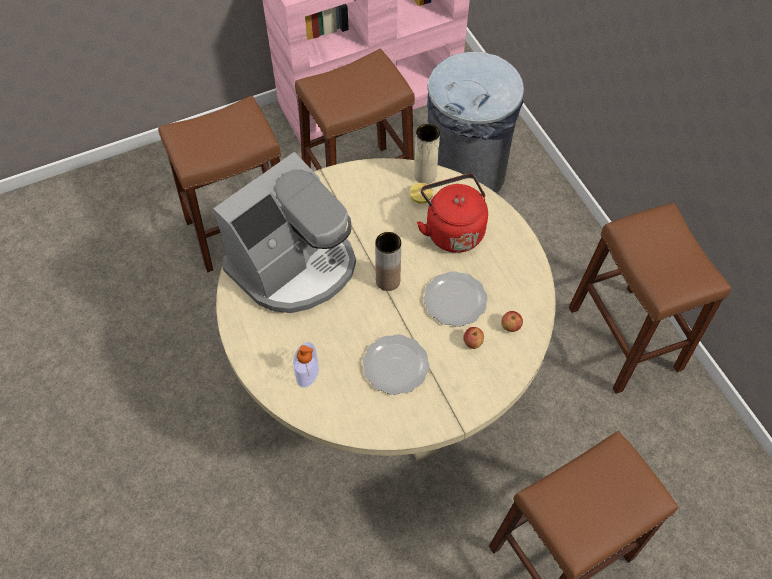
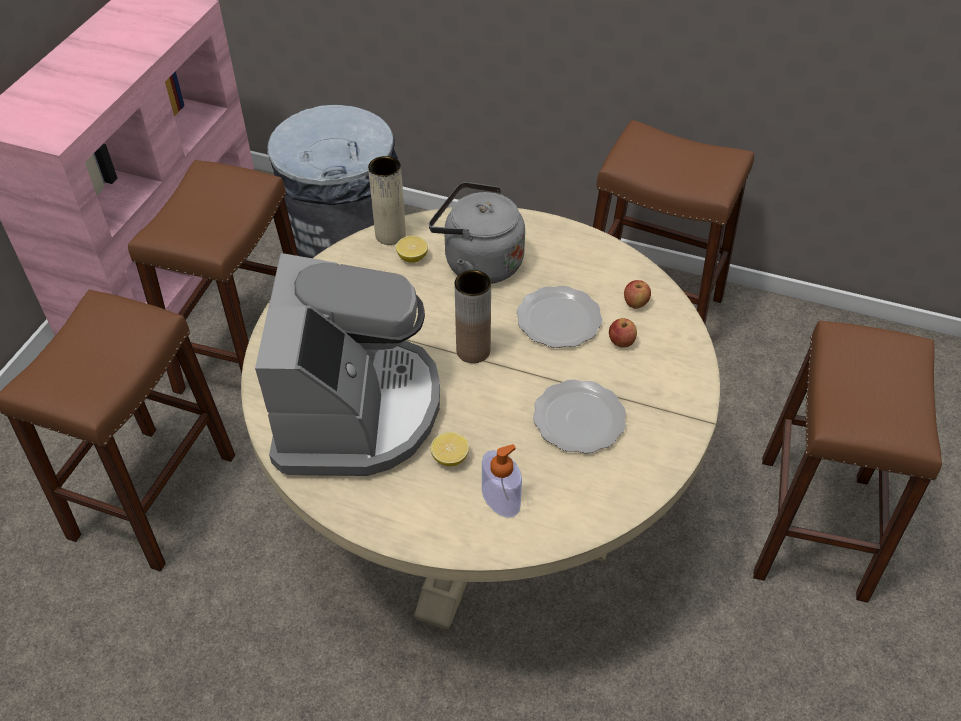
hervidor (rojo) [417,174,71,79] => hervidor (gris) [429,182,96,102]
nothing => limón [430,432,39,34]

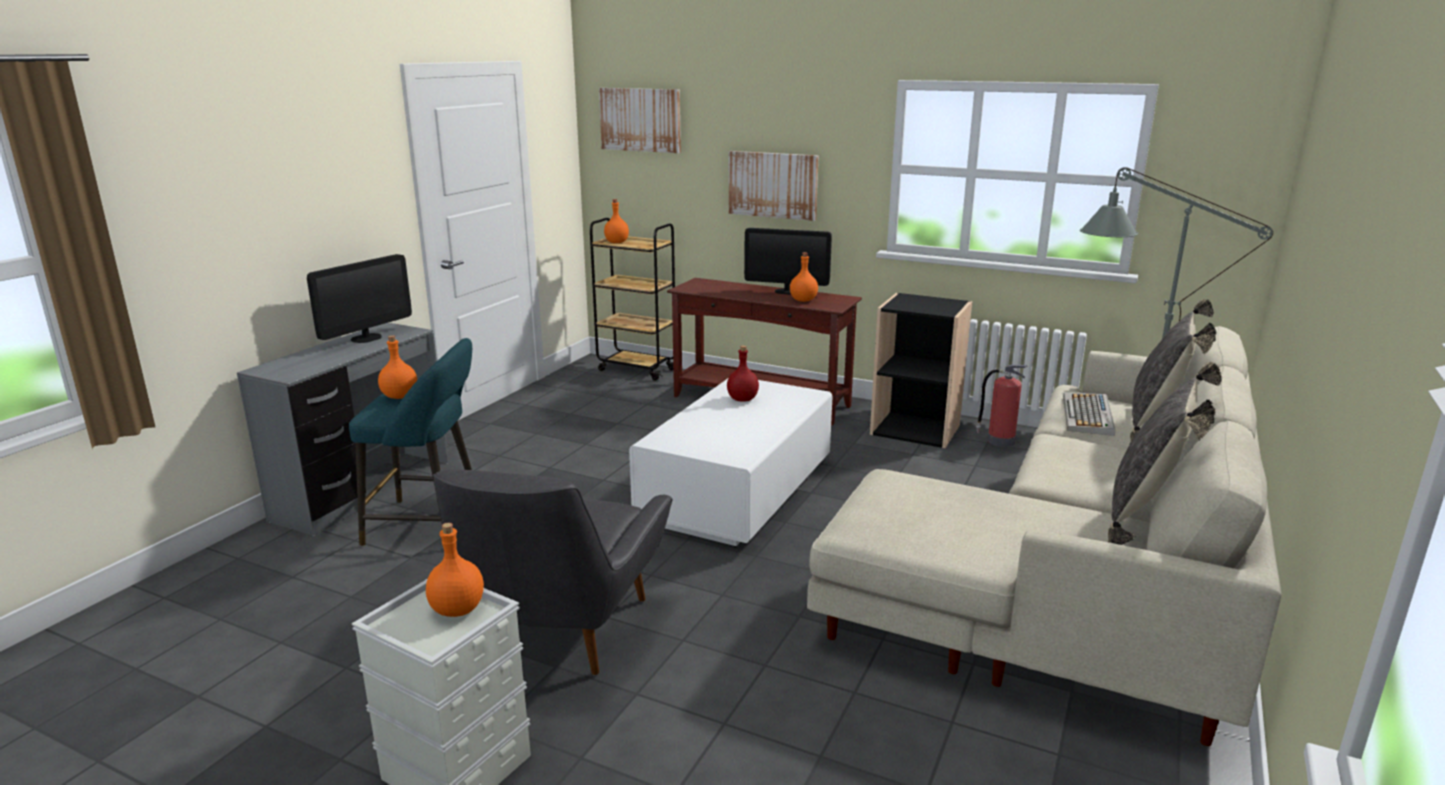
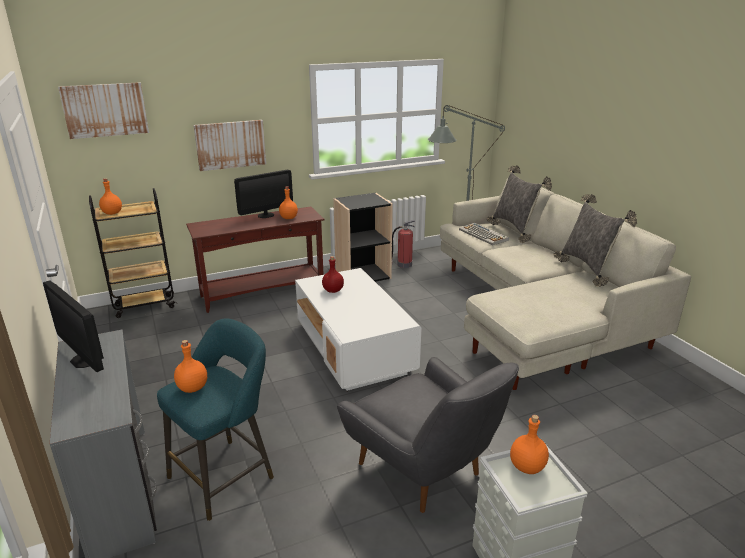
monitor [307,254,105,89] => monitor [43,280,61,92], 150 degrees clockwise

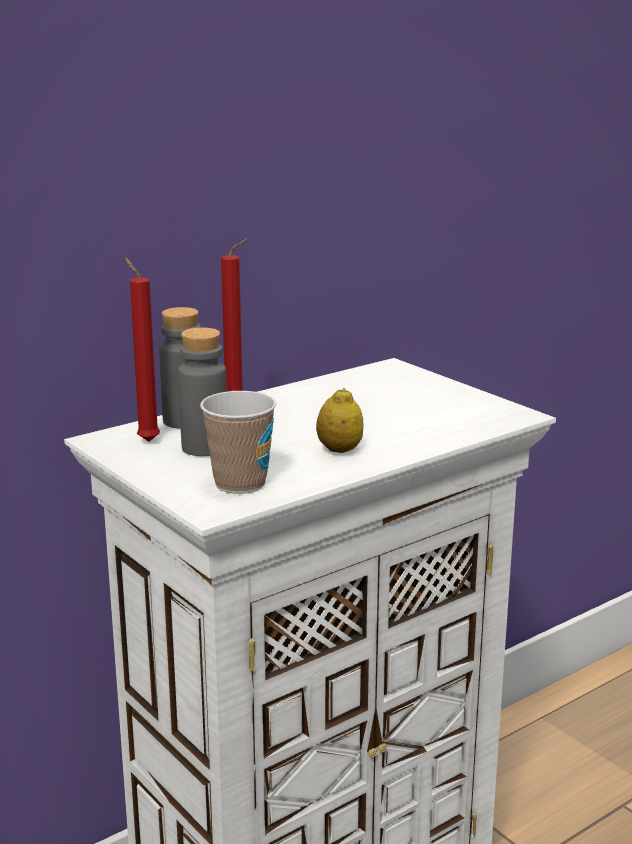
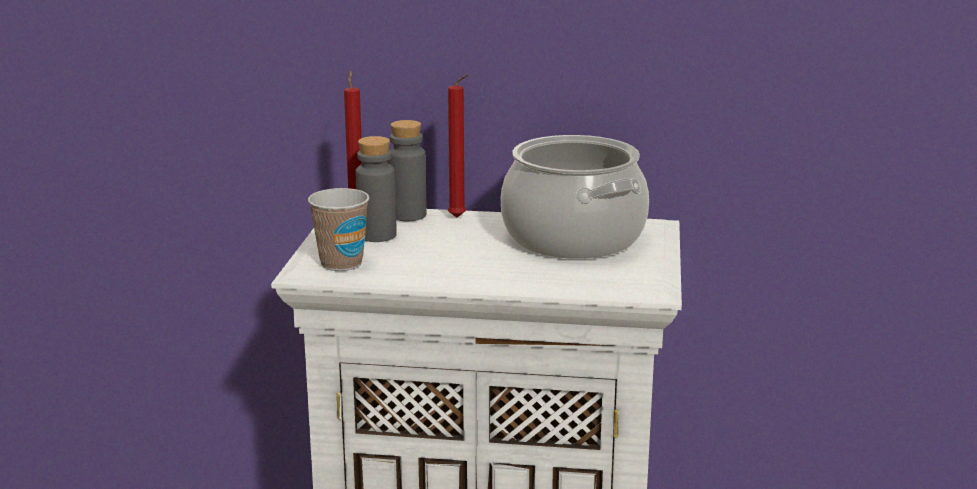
nothing => olla [501,135,148,124]
limón [316,388,48,65] => nothing

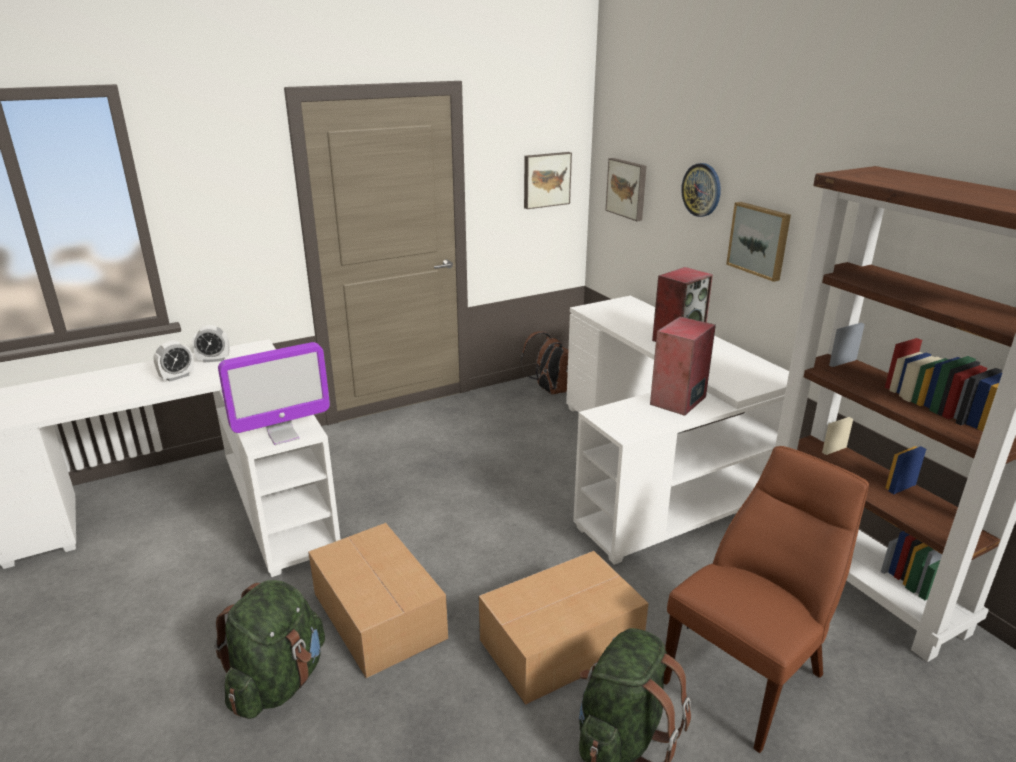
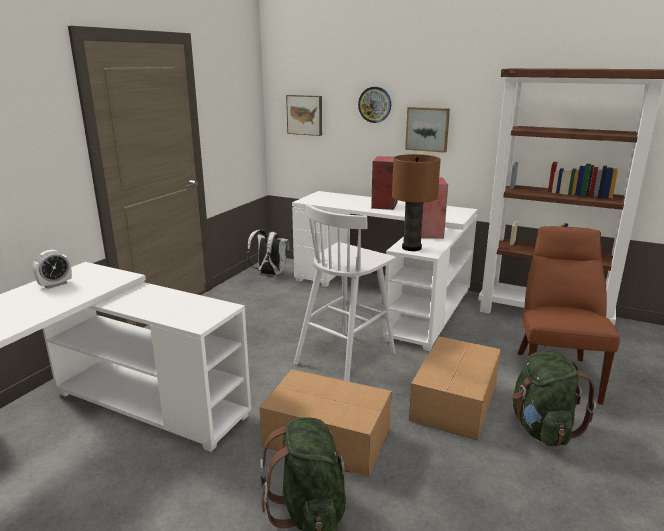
mochila (marrón) [521,332,47,62] => mochila (blanco) [247,230,43,45]
nothing => taburete (blanco) [294,203,102,179]
nothing => lámpara de mesa (marrón) [392,154,49,97]
despertador [153,340,41,42] => nothing
monitor [218,342,112,103] => nothing
cuadro [524,152,48,57] => nothing

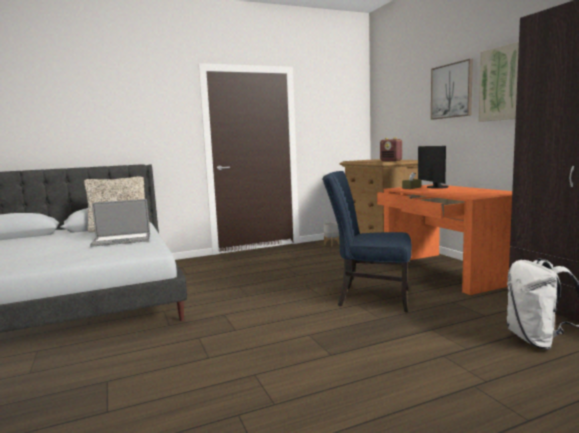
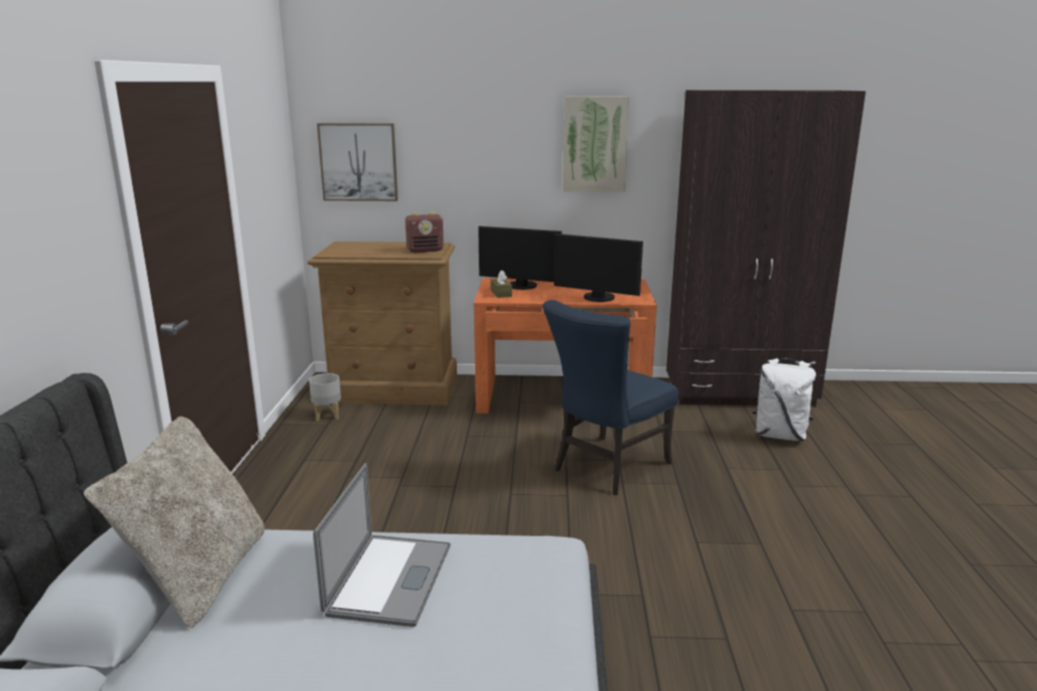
cuadro [431,59,42,60] => cuadro [317,123,81,78], relocated
nothing => monitor [554,234,89,68]

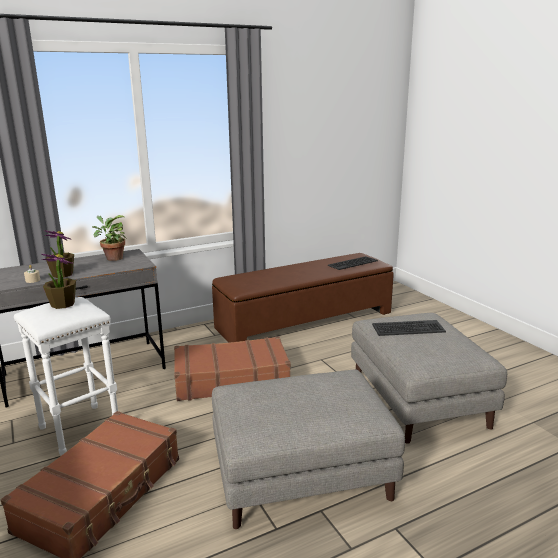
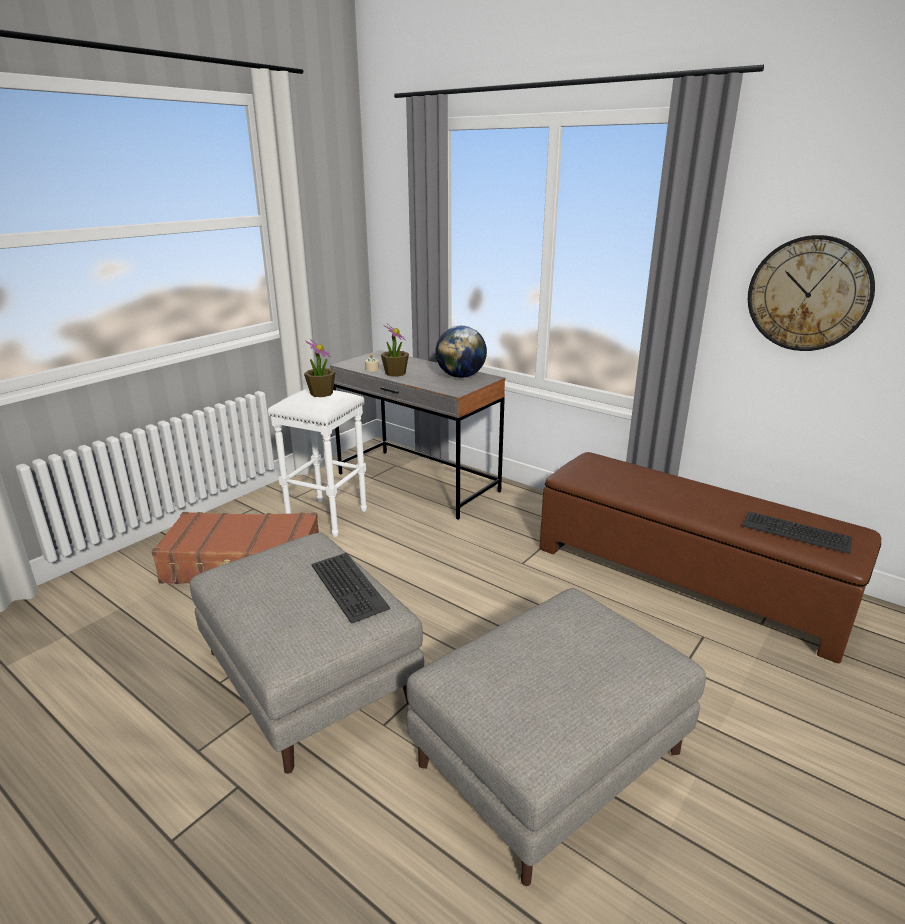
teclado [372,320,74,16] => teclado [312,553,78,71], relocated
planta en maceta [92,215,35,46] => globo terráqueo [435,326,52,52]
nothing => reloj de pared [748,235,127,116]
maleta (marrón) [174,336,117,65] => nothing

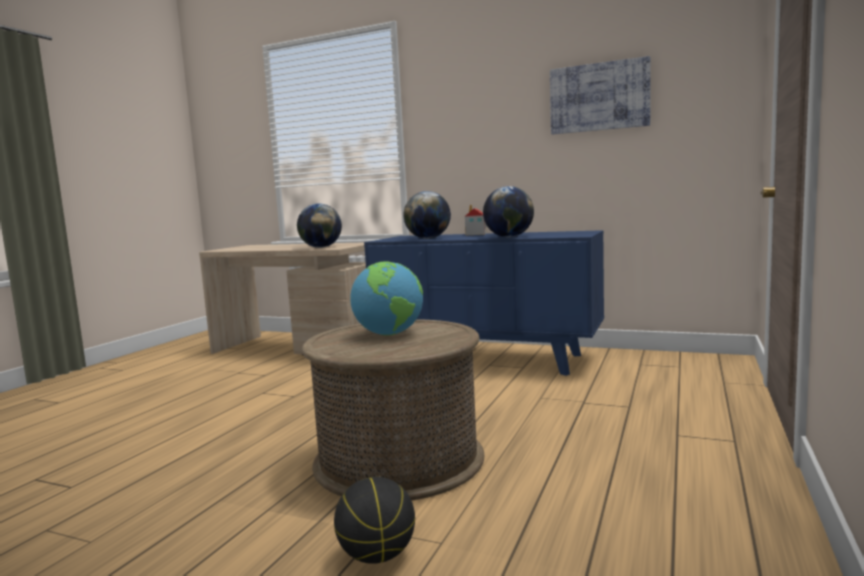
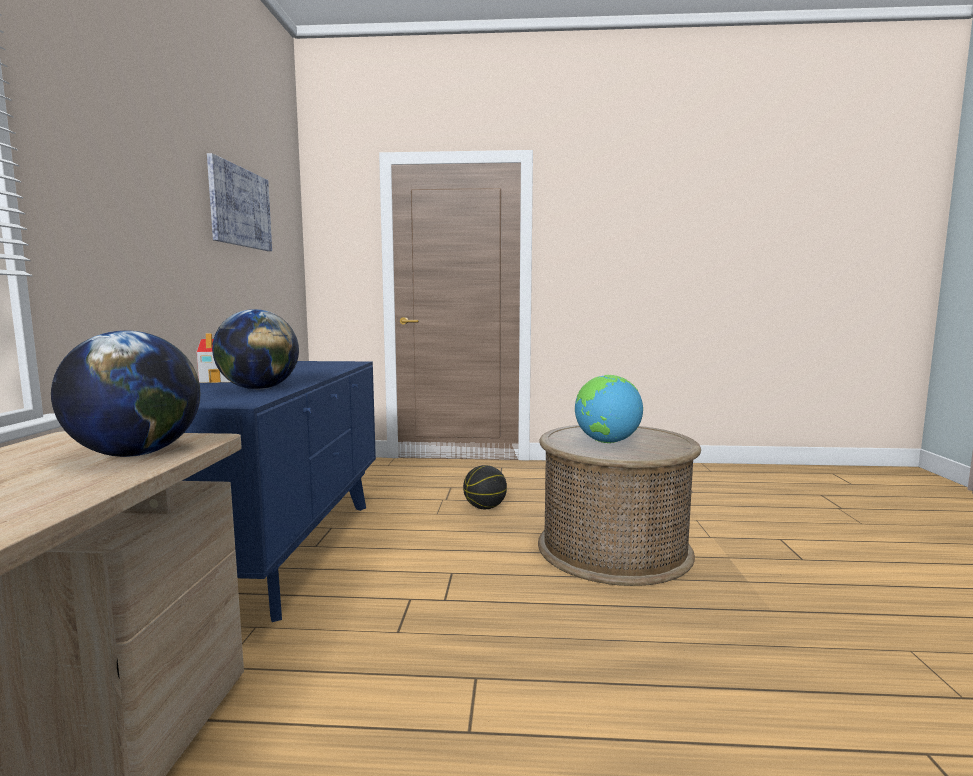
balón de baloncesto [334,477,81,87] => balón de baloncesto [463,465,44,44], relocated
globo terráqueo [483,186,51,51] => nothing

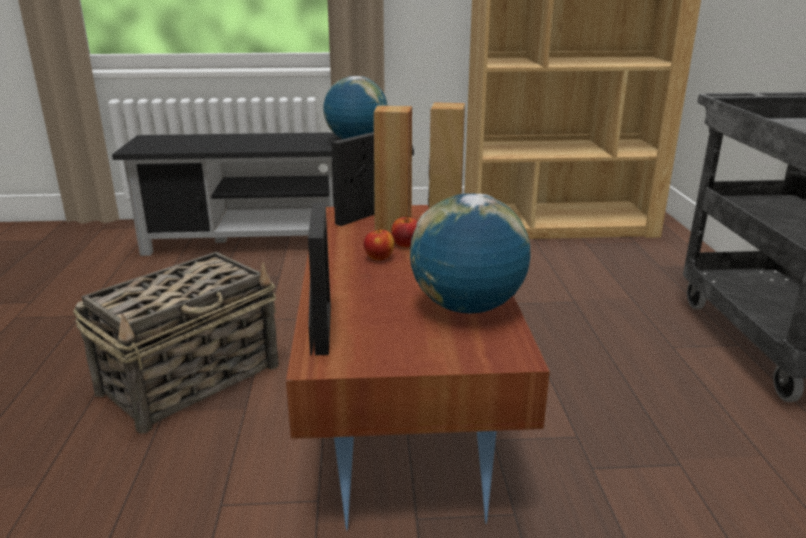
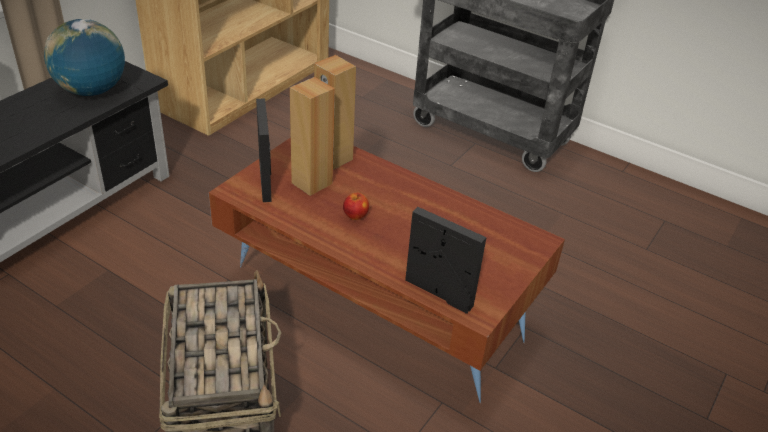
manzana [391,215,27,32] => nothing
globo terráqueo [410,193,121,120] => nothing

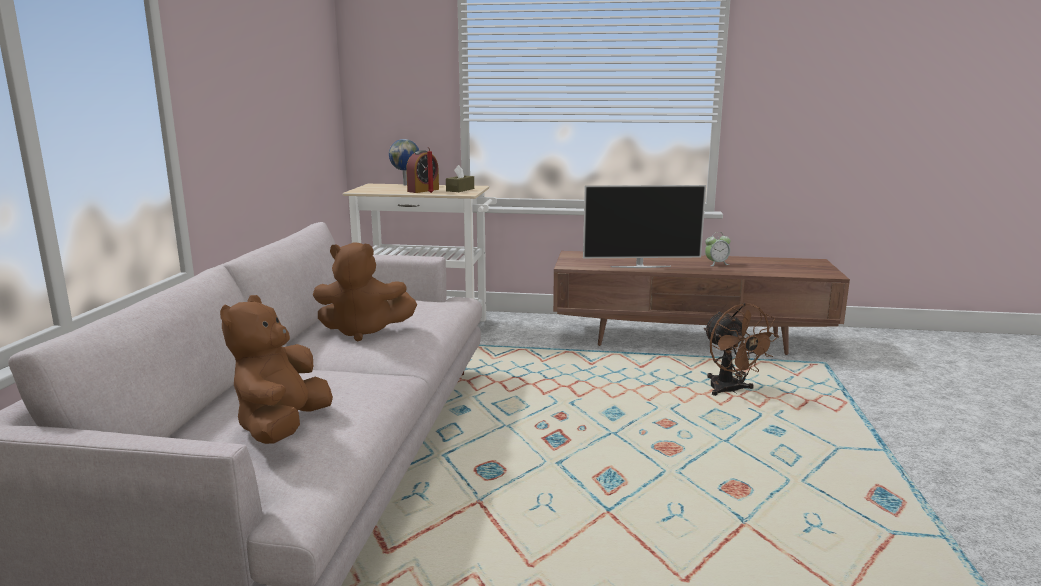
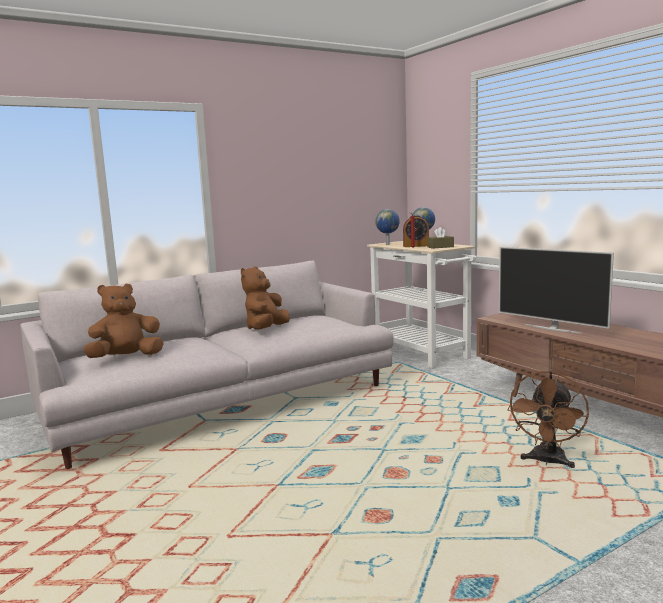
peluche (marrón) [313,242,104,100] => peluche (marrón) [241,267,49,63], 60 degrees clockwise
nothing => globo terráqueo [375,209,25,36]
despertador [705,232,26,34] => nothing

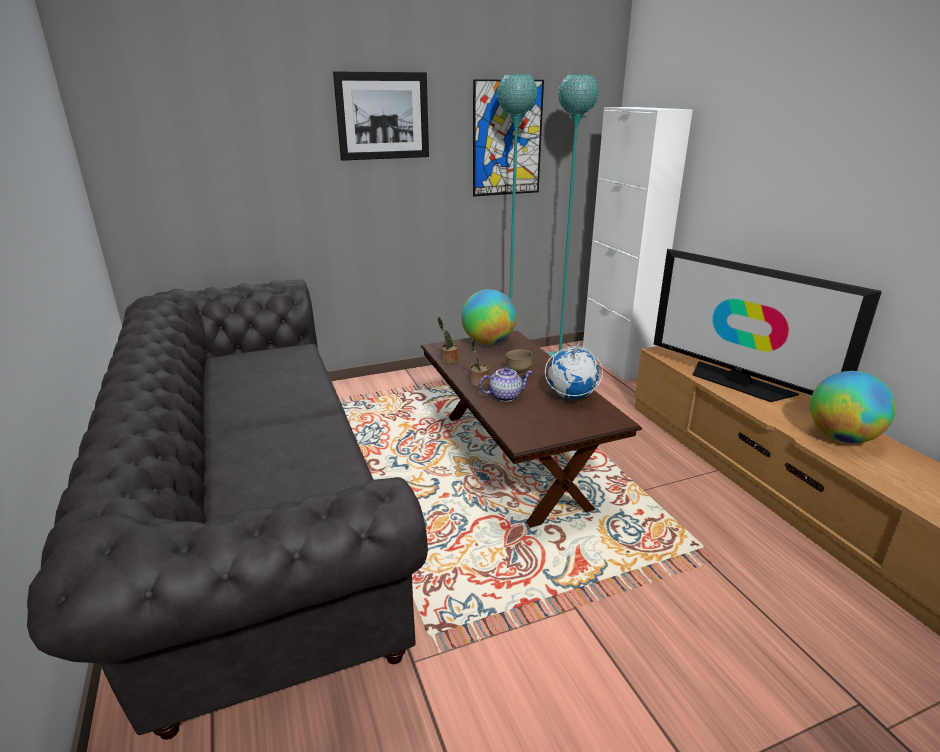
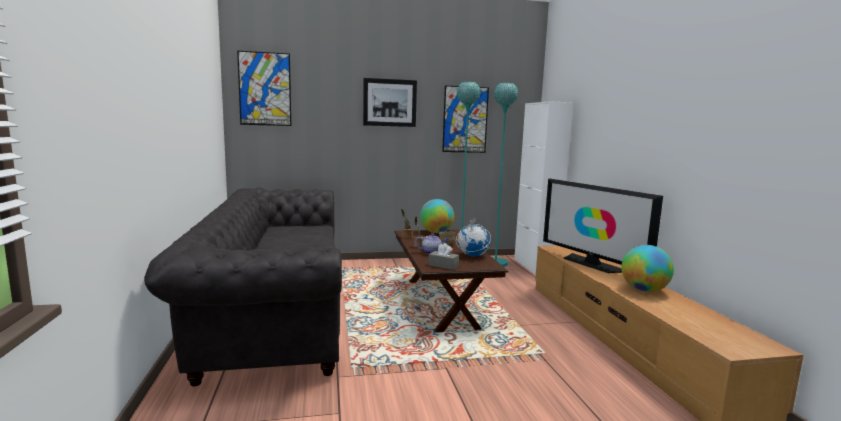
nothing => cuadro [237,51,54,75]
nothing => caja de pañuelos (gris) [428,243,31,27]

